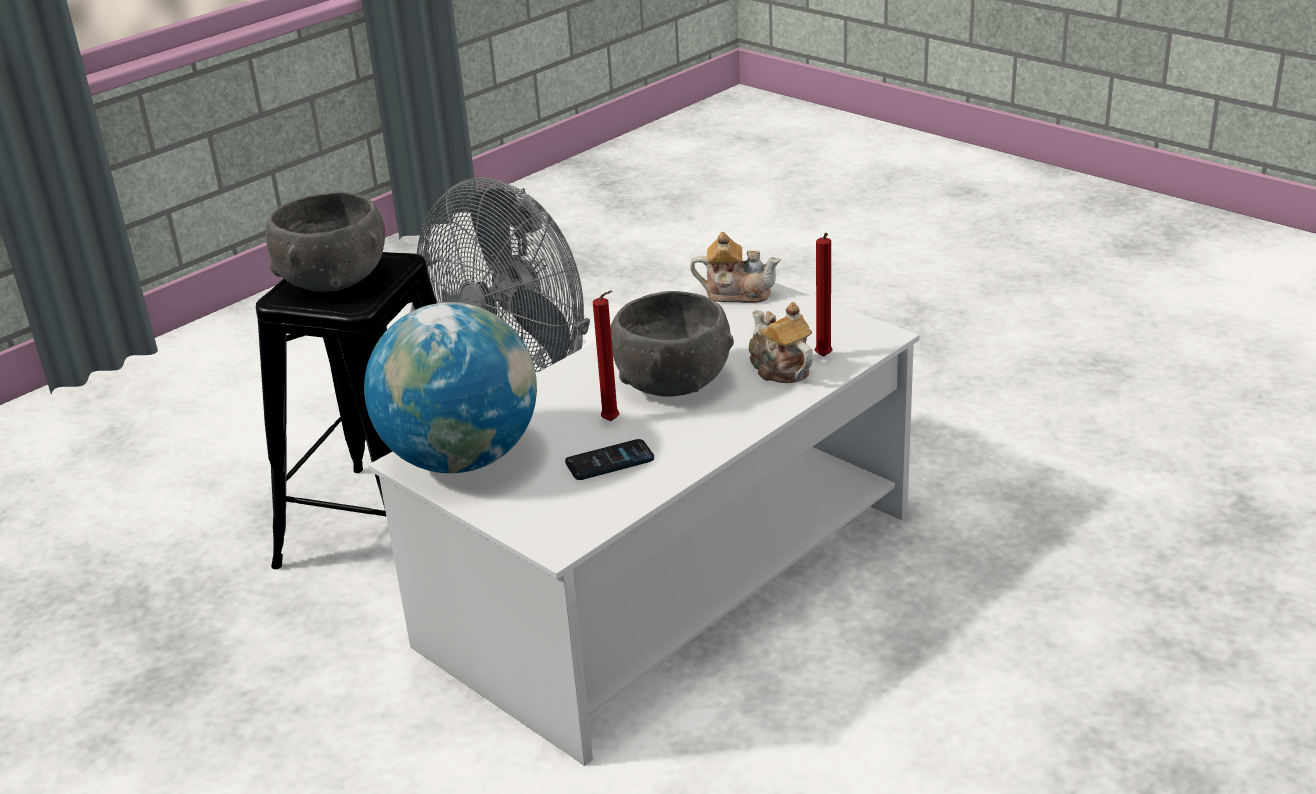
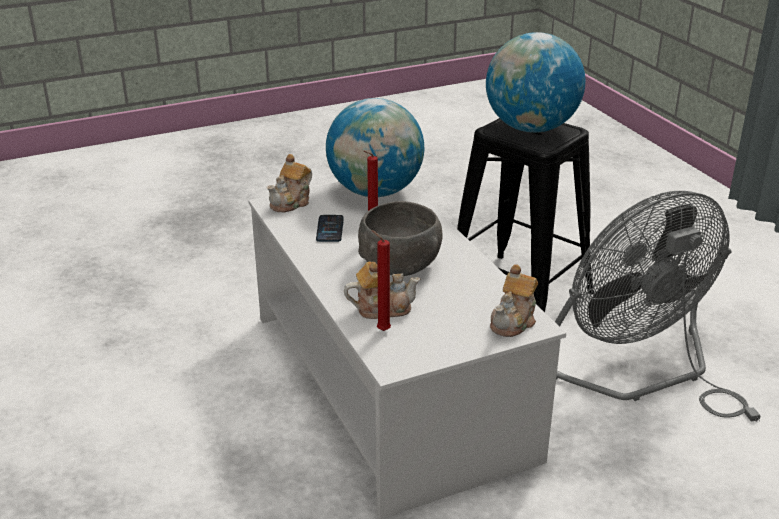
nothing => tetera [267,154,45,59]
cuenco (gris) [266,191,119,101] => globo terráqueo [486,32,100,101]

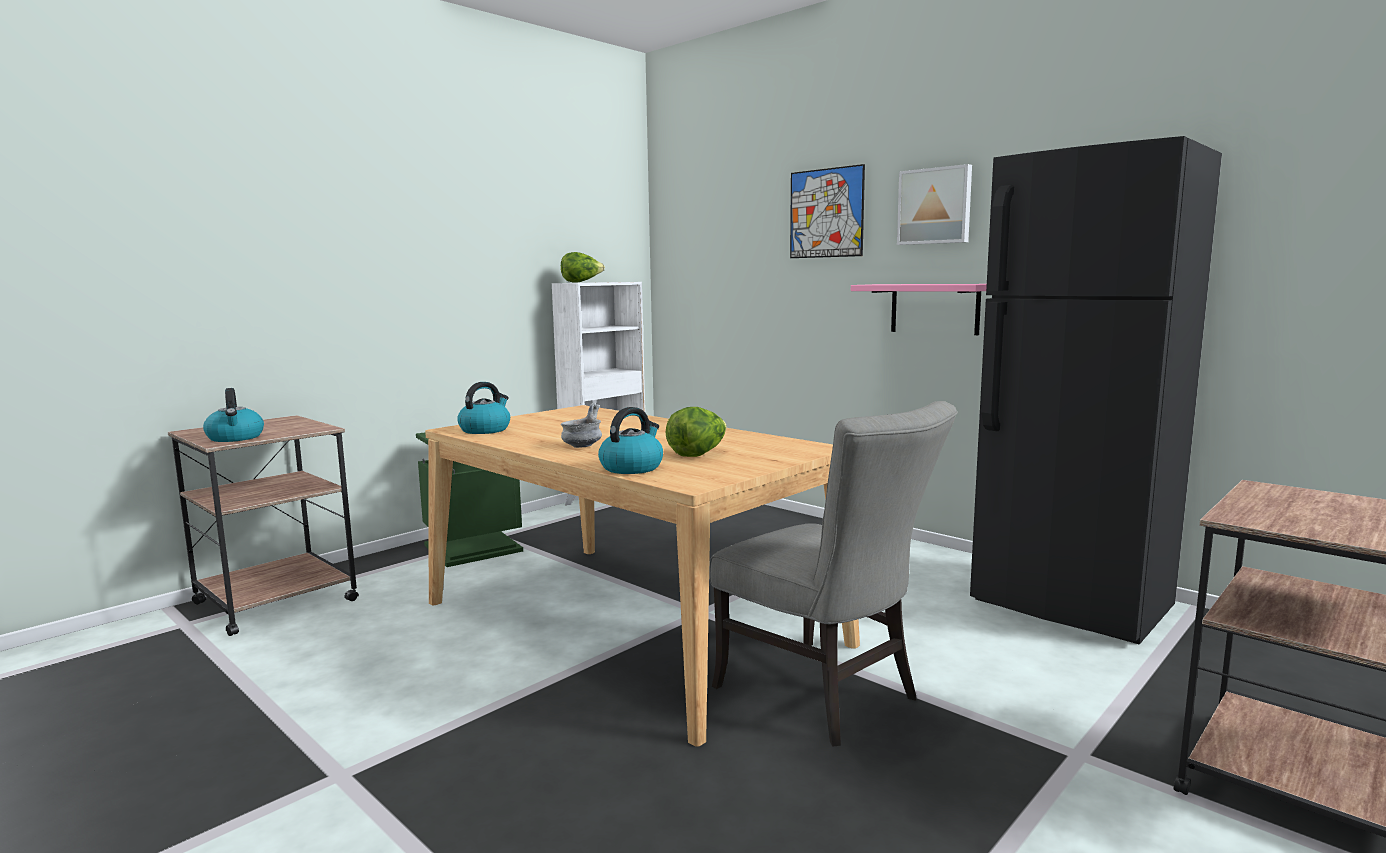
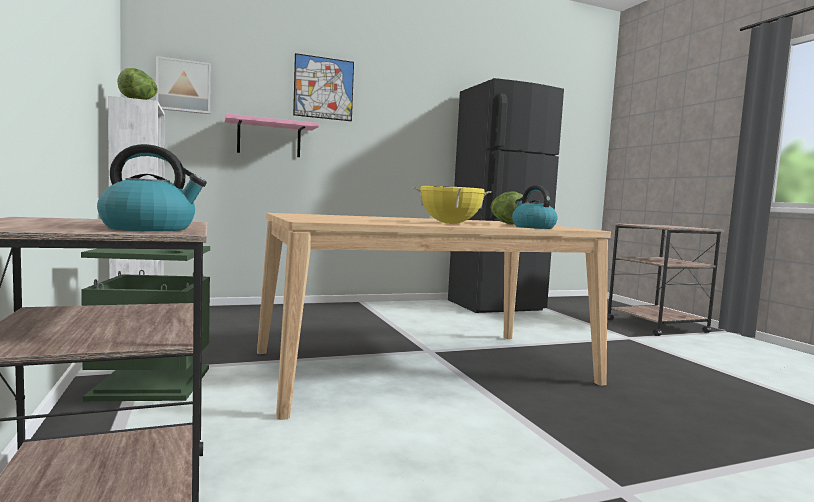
cuadro [897,164,75,81] => cuadro [156,56,55,58], relocated
estante (rosa) [851,284,136,51] => estante (rosa) [225,114,94,43], relocated
cuenco (gris) [561,403,41,45] => olla (amarillo) [413,186,79,38]
hervidor [457,382,53,52] => nothing
silla (gris) [709,401,249,346] => nothing

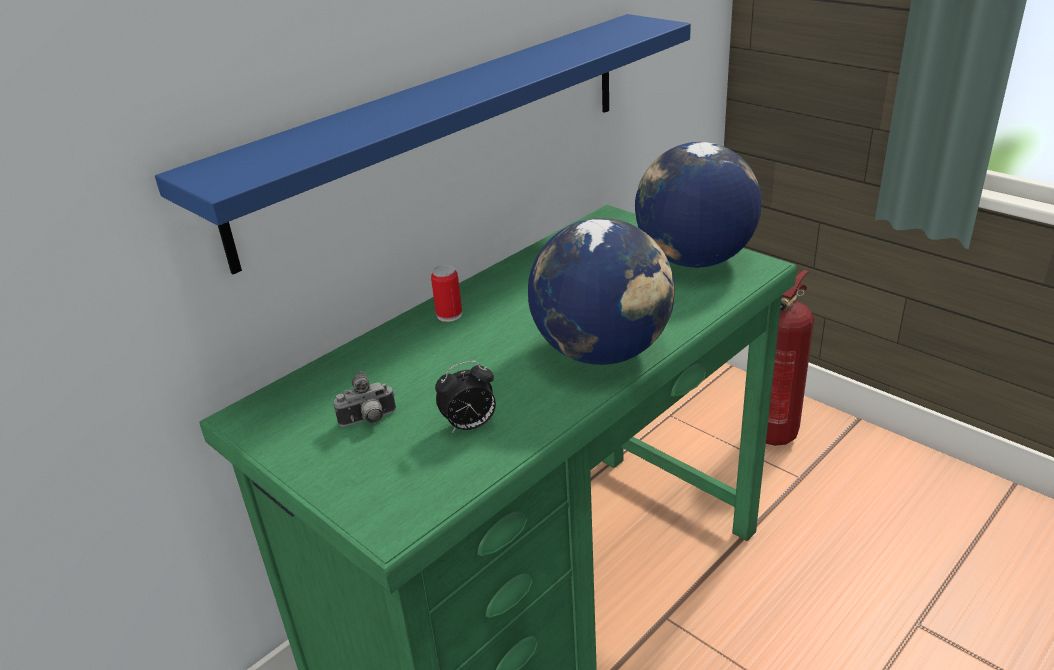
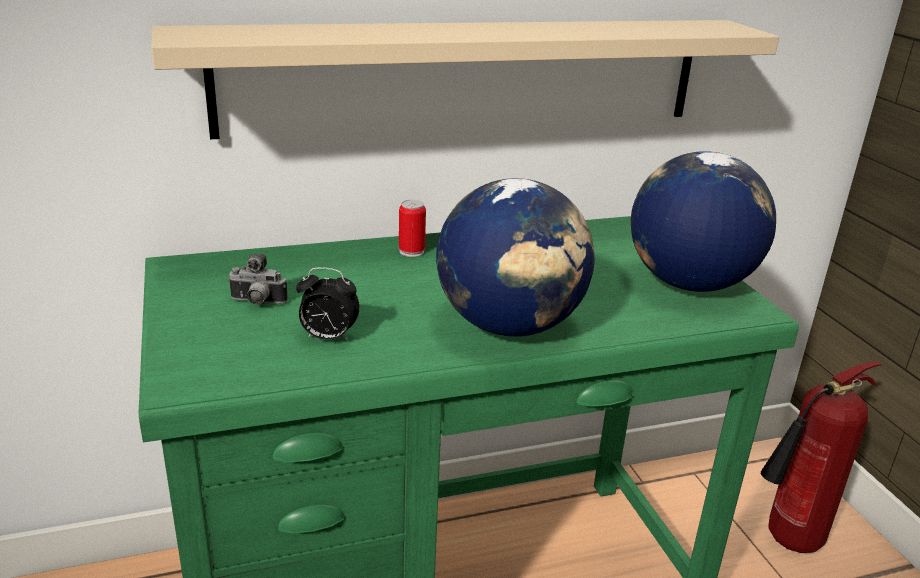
estante (azul) [155,14,536,260] => estante (beis) [151,20,628,119]

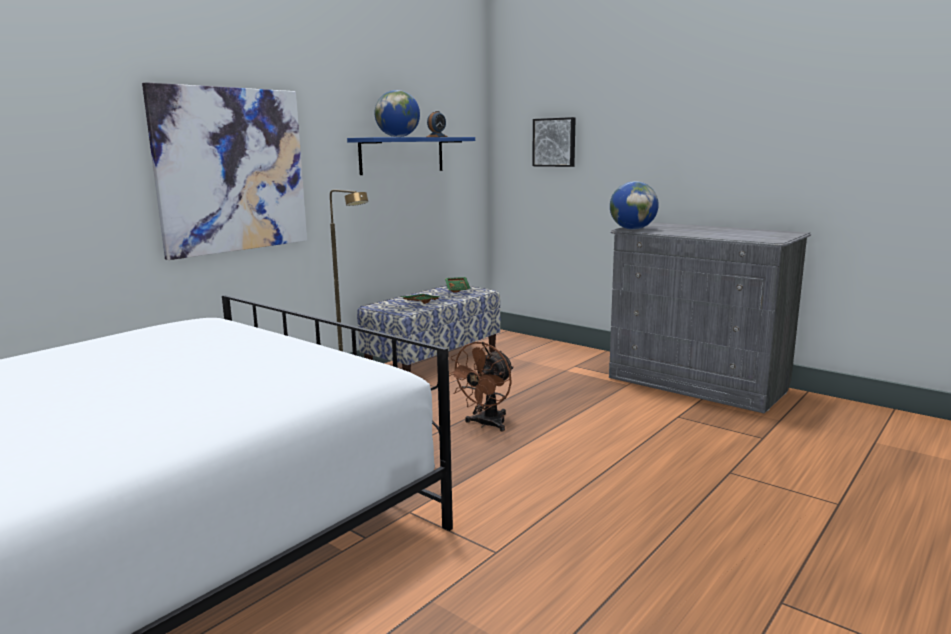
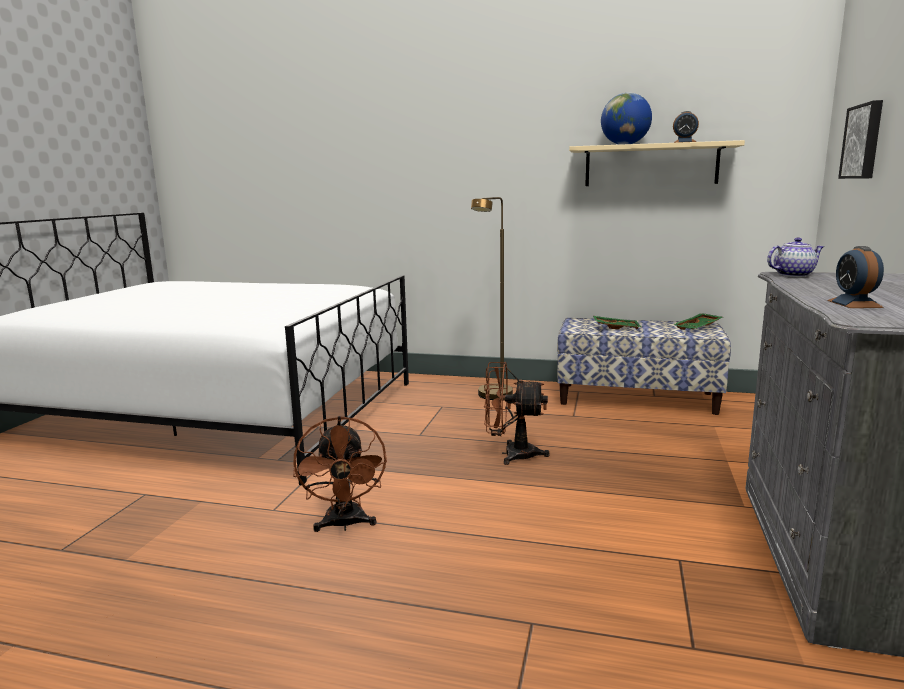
nothing => ventilador (marrón) [293,416,94,116]
estante (azul) [347,137,128,38] => estante (beis) [569,140,176,46]
globo terráqueo [610,181,49,49] => tetera [767,238,57,39]
nothing => despertador [827,246,57,62]
cuadro [142,82,165,178] => nothing

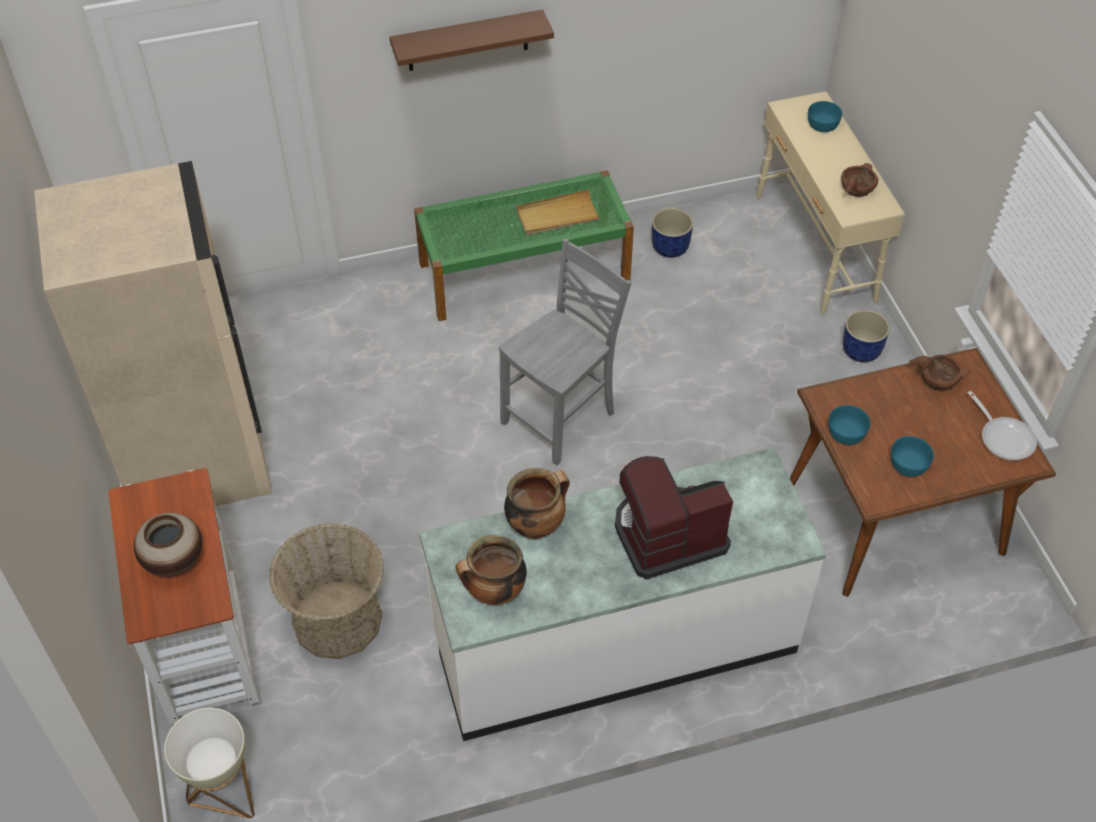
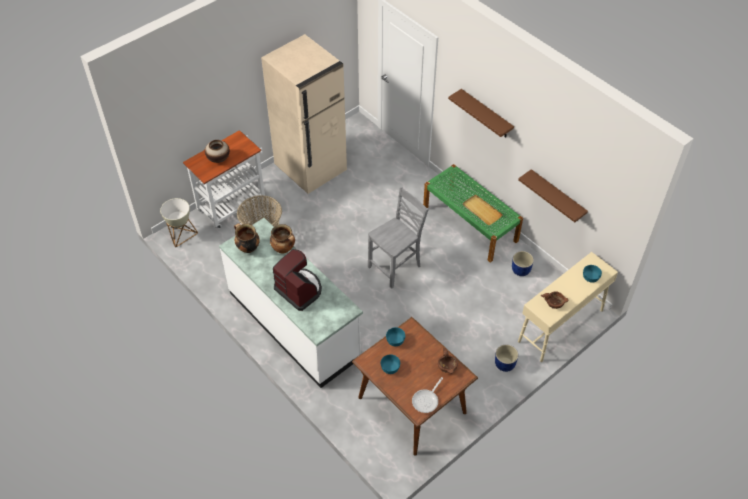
silla (gris) [499,238,132,228] => silla (gris) [368,187,61,102], 60 degrees counterclockwise
nothing => estante (marrón) [518,169,70,53]

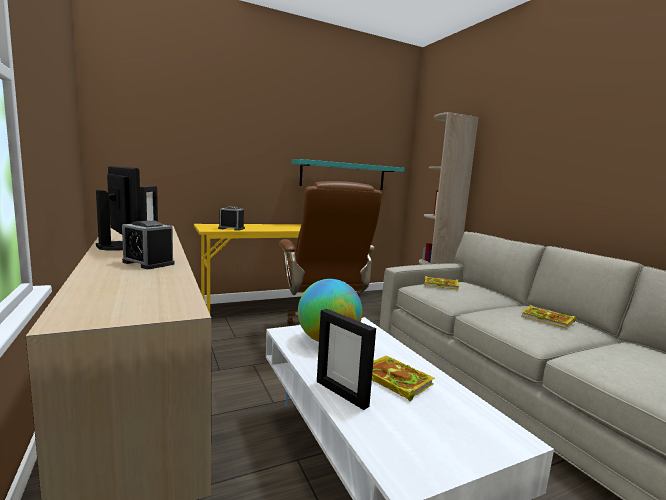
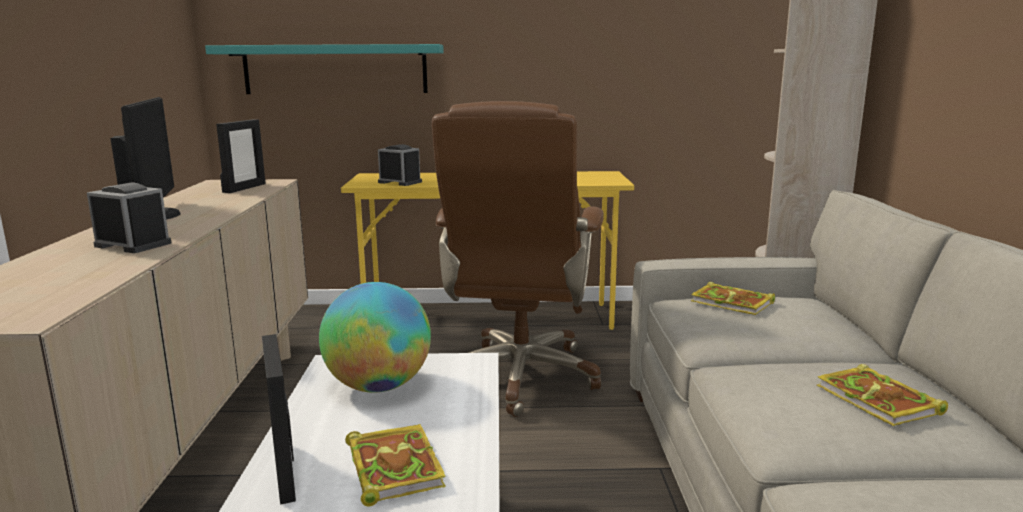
despertador [122,220,52,49] => despertador [87,183,84,70], 150 degrees clockwise
estante (turquesa) [292,159,113,31] => estante (turquesa) [205,44,239,50], relocated

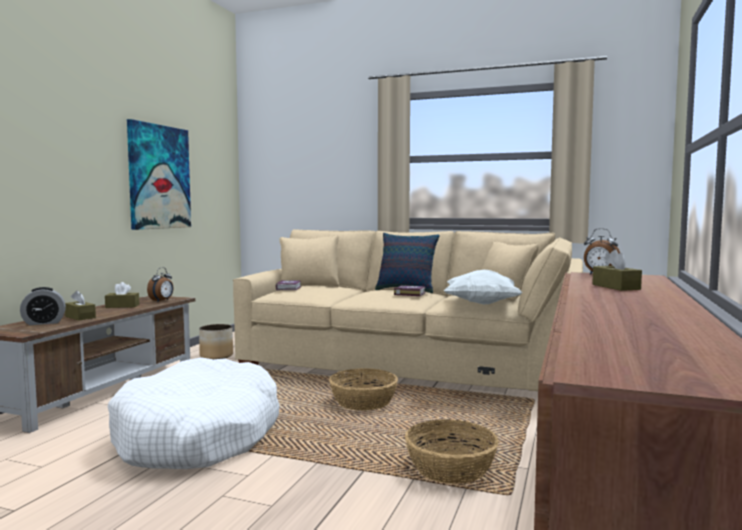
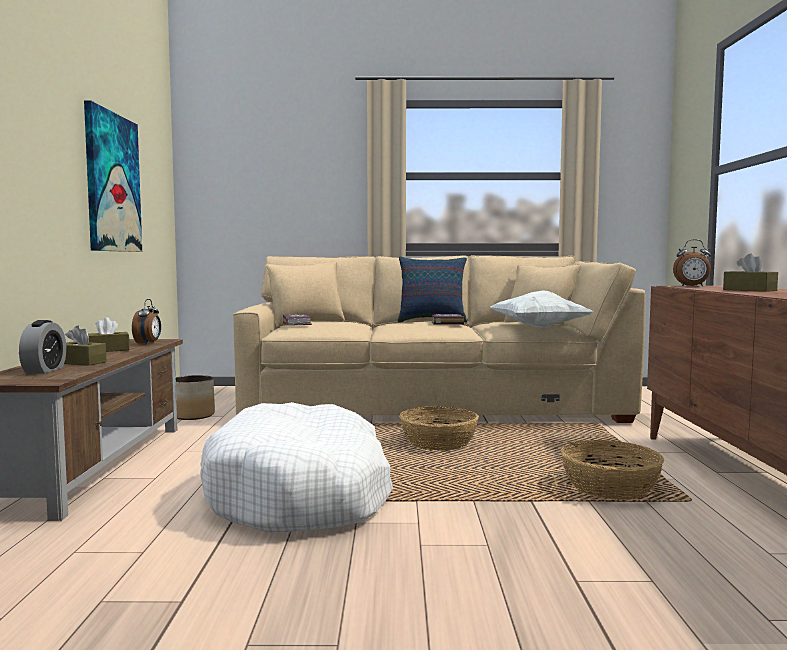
despertador [20,287,46,38] => despertador [19,320,47,53], 45 degrees counterclockwise

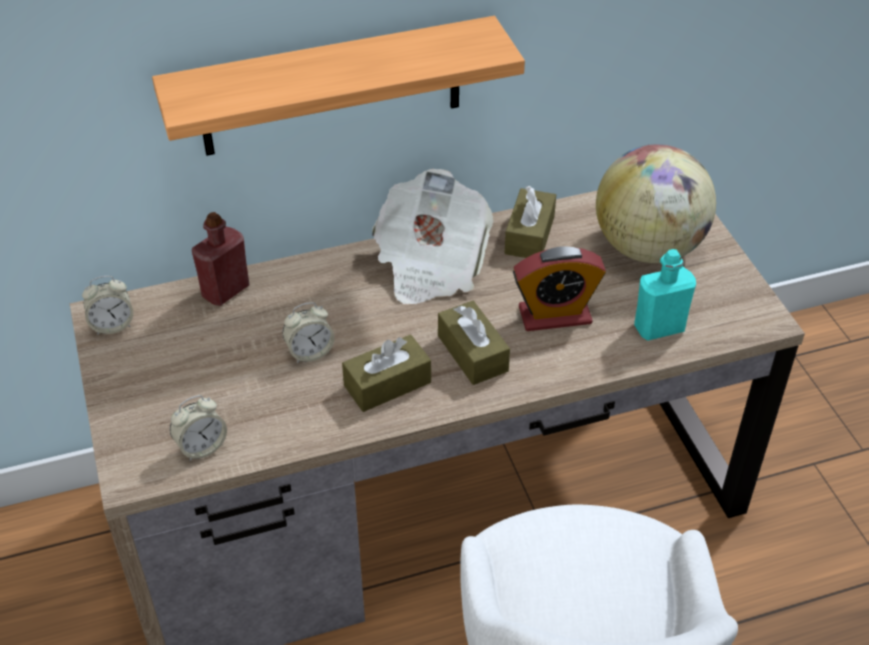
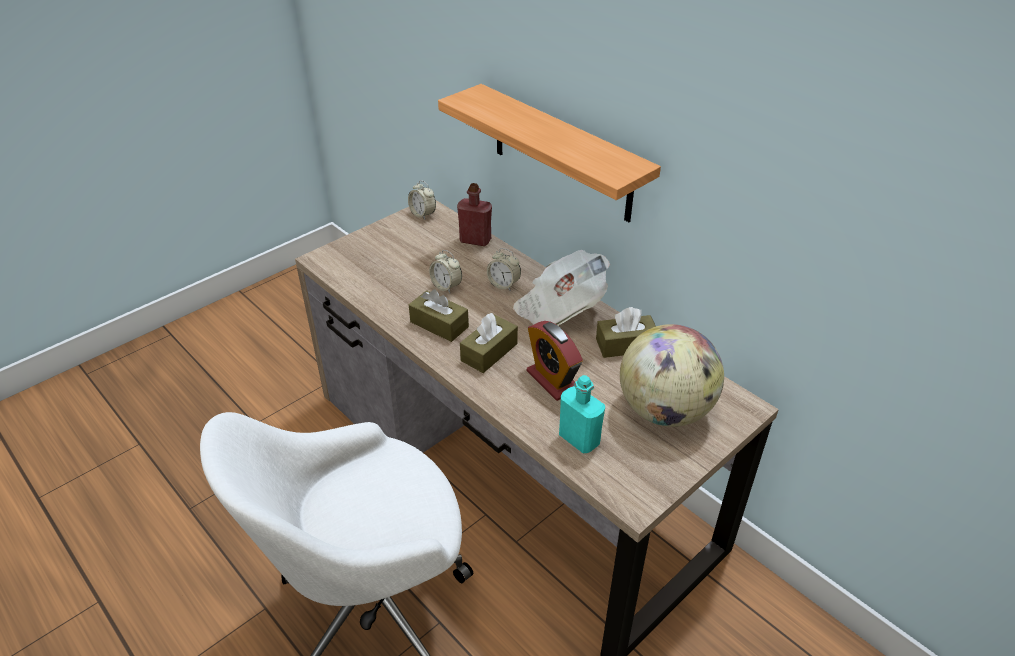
despertador [170,395,57,66] => despertador [487,248,34,43], relocated

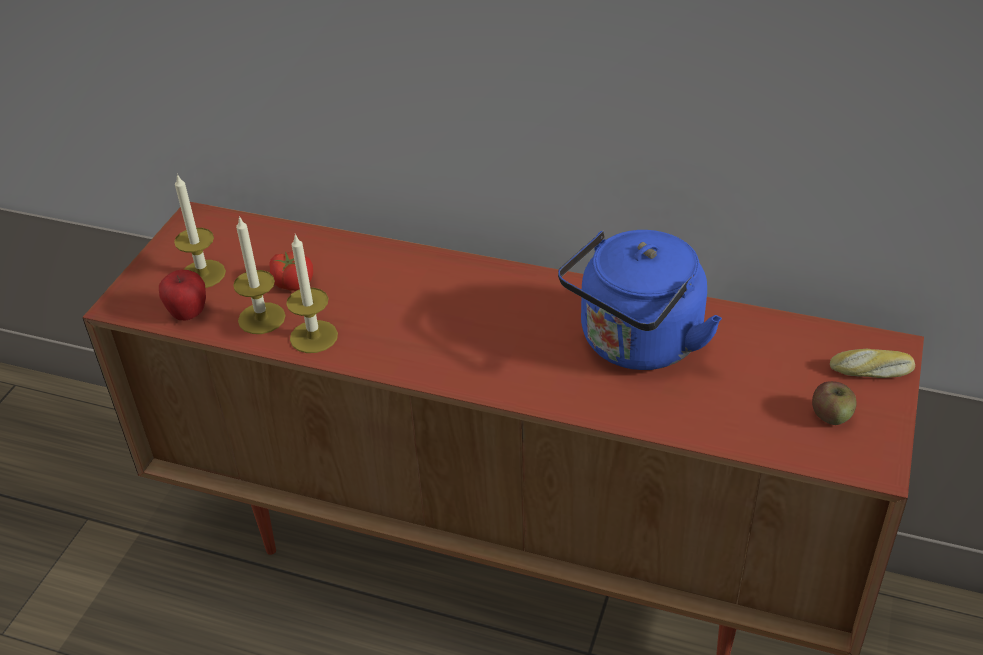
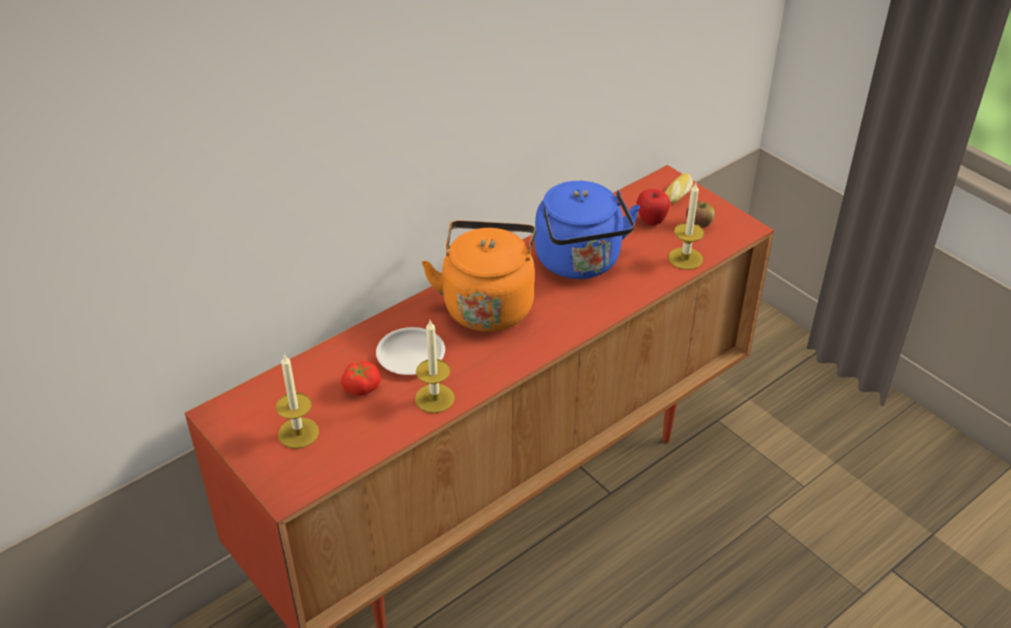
nothing => plato (blanco) [376,327,69,48]
nothing => hervidor (naranja) [422,220,114,112]
manzana [159,269,47,52] => manzana [636,189,35,37], relocated
vela [233,216,53,118] => vela [668,183,36,87], relocated

